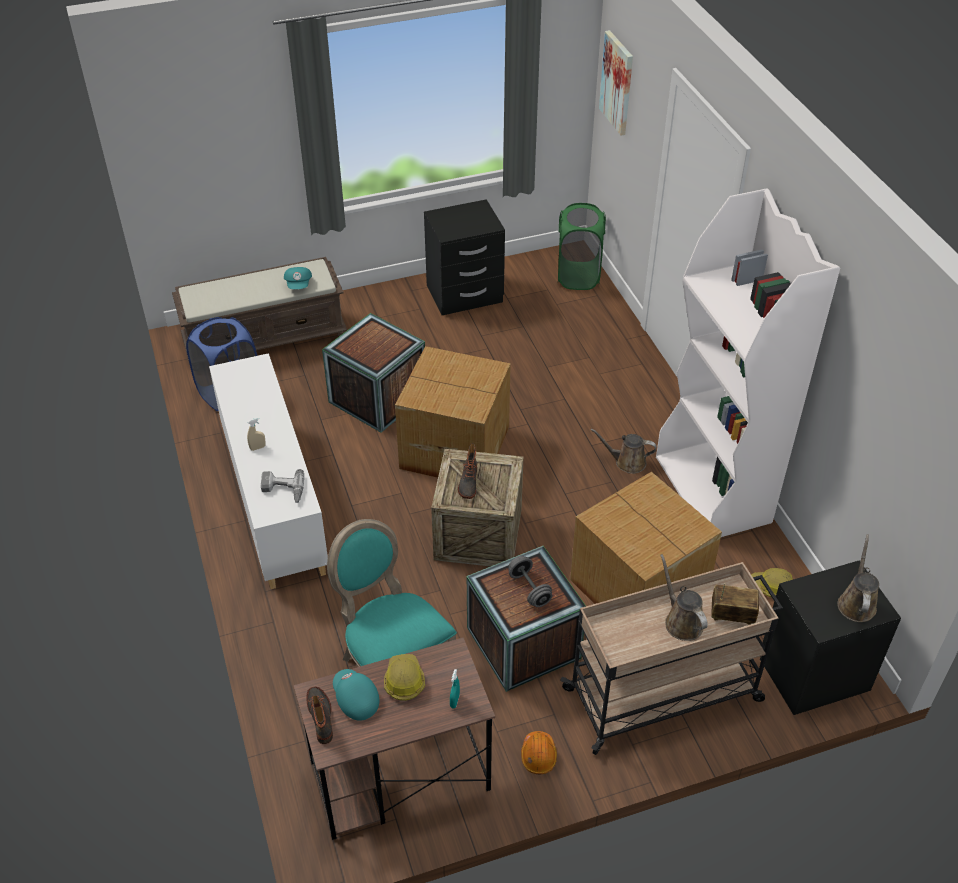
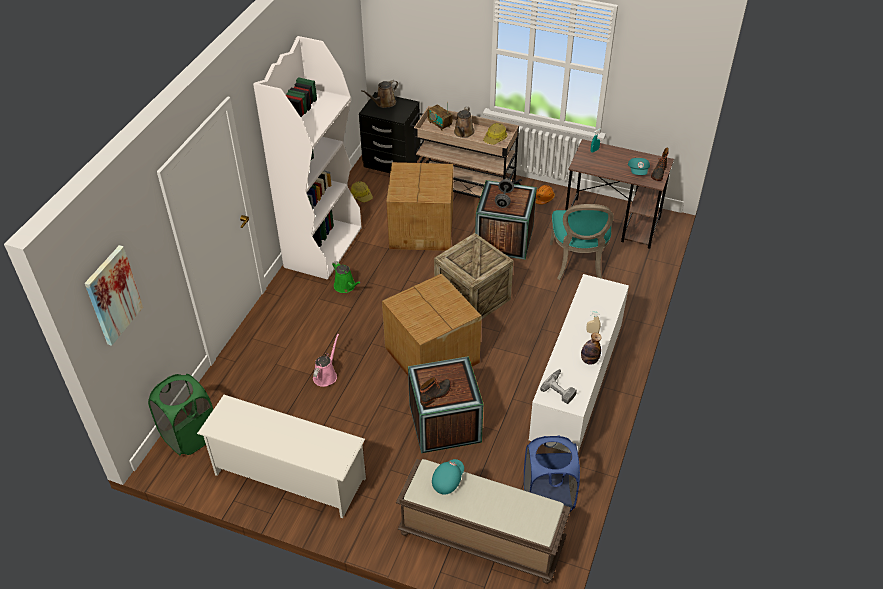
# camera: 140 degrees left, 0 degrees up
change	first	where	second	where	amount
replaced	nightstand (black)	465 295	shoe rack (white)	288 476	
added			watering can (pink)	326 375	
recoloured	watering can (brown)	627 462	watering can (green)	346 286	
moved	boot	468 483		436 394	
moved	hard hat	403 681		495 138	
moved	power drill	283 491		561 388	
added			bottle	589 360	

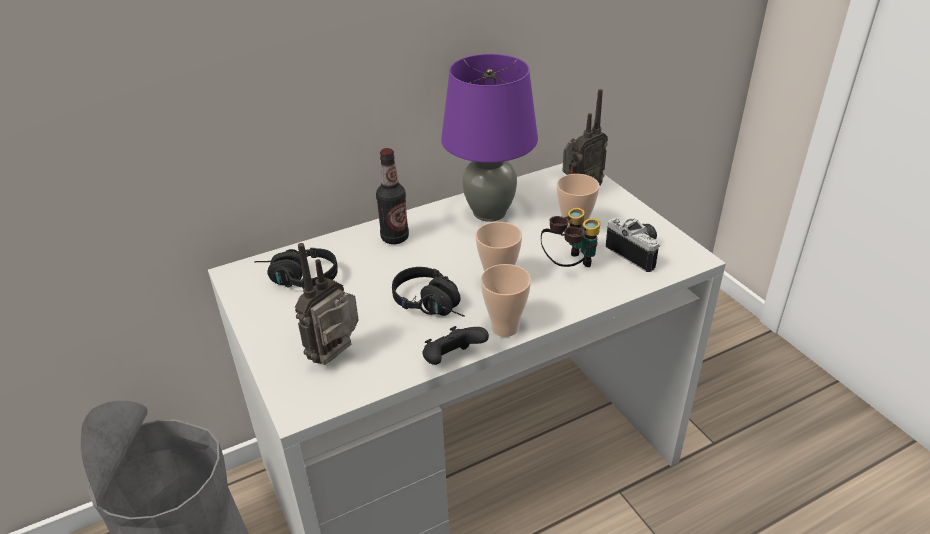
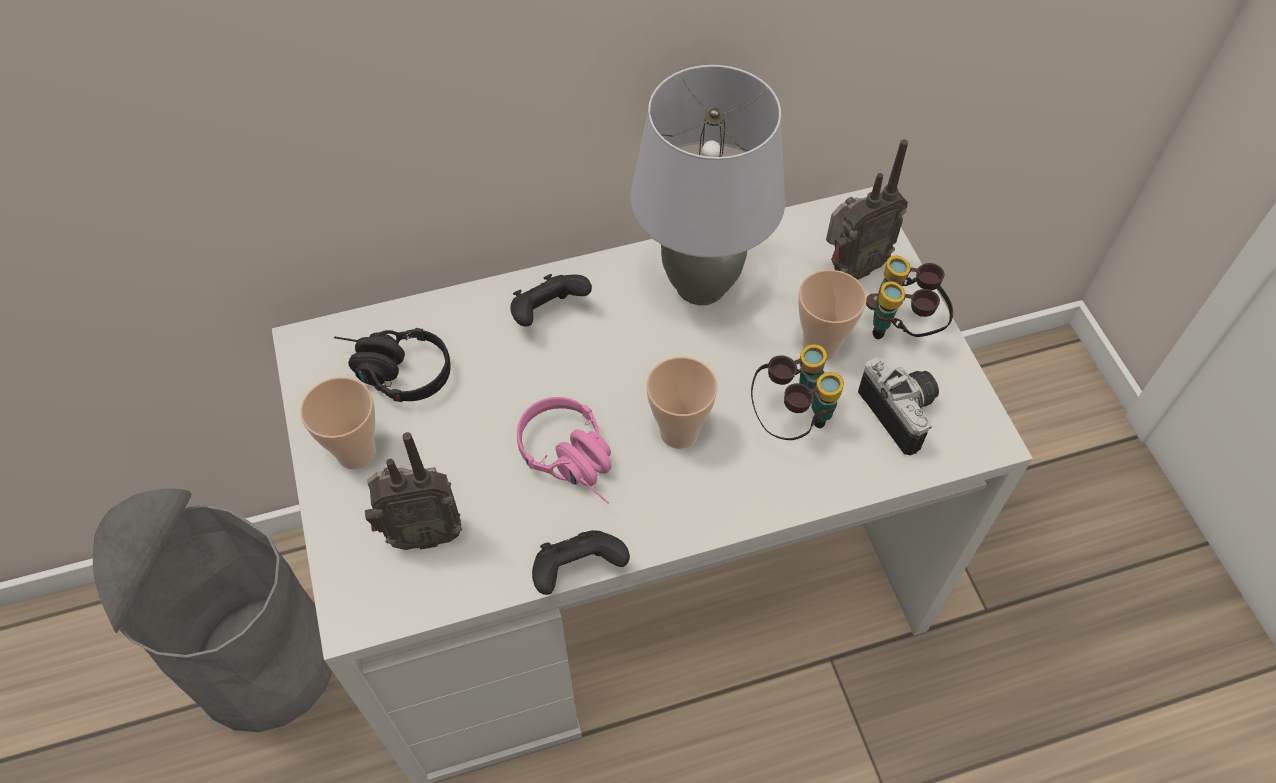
# camera: 10 degrees right, 20 degrees up
change	first	where	second	where	amount
moved	cup	505 327		356 452	
turned	radio	337 357		422 533	150 degrees counterclockwise
replaced	bottle	395 238	game controller (black)	548 314	
recoloured	headphones (black)	434 305	headphones (pink)	575 461	
recoloured	table lamp (purple)	489 213	table lamp (grey)	700 286	
added			binoculars	902 329	

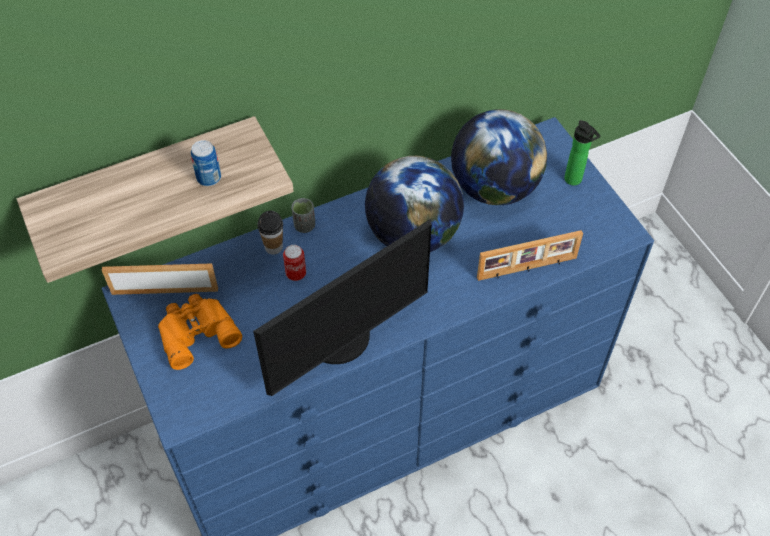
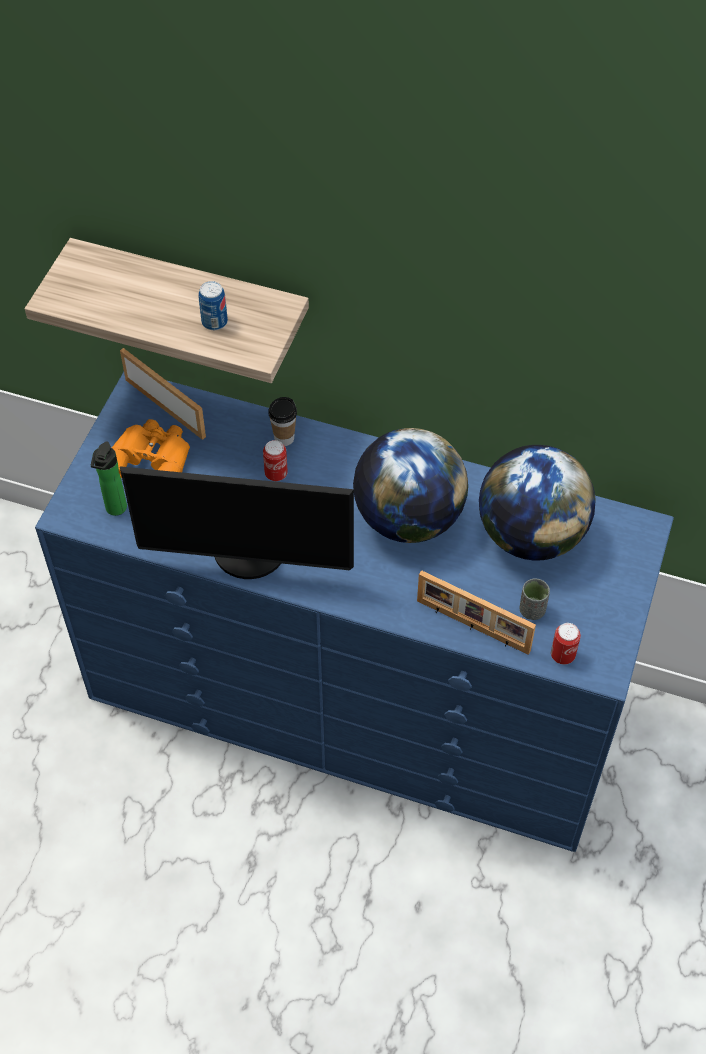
# camera: 45 degrees right, 0 degrees up
change	first	where	second	where	amount
moved	bottle	575 181		115 510	
moved	cup (grey)	304 225		532 610	
added			can	562 655	

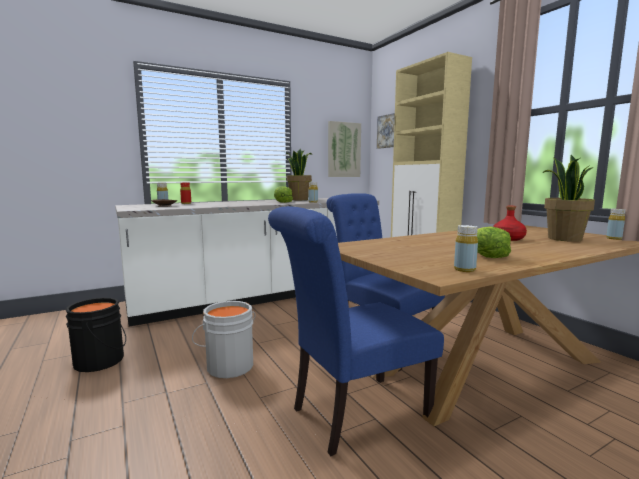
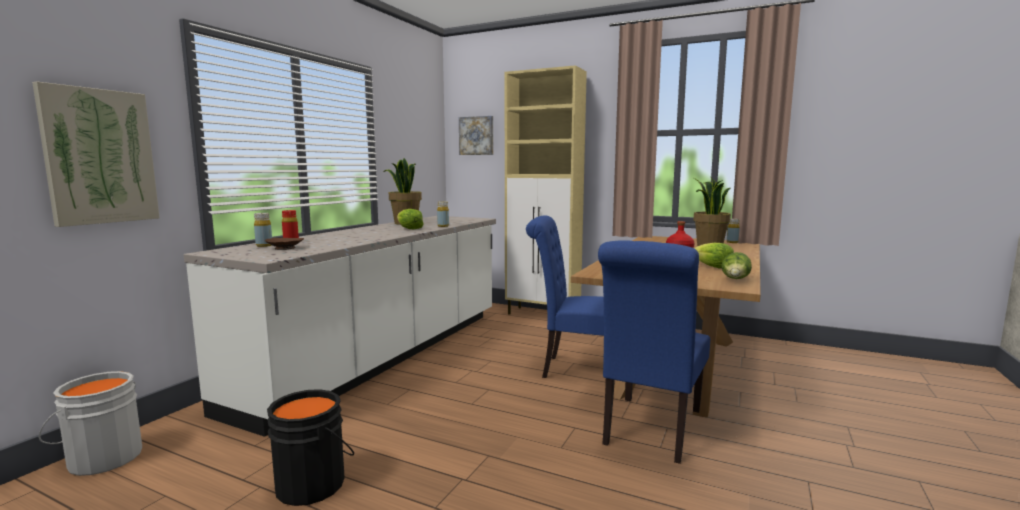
# camera: 35 degrees left, 0 degrees up
change	first	where	second	where	amount
moved	picture	343 150		99 156	
moved	bucket (grey)	229 365		103 458	
replaced	bottle (yellow)	464 269	lettuce	735 280	

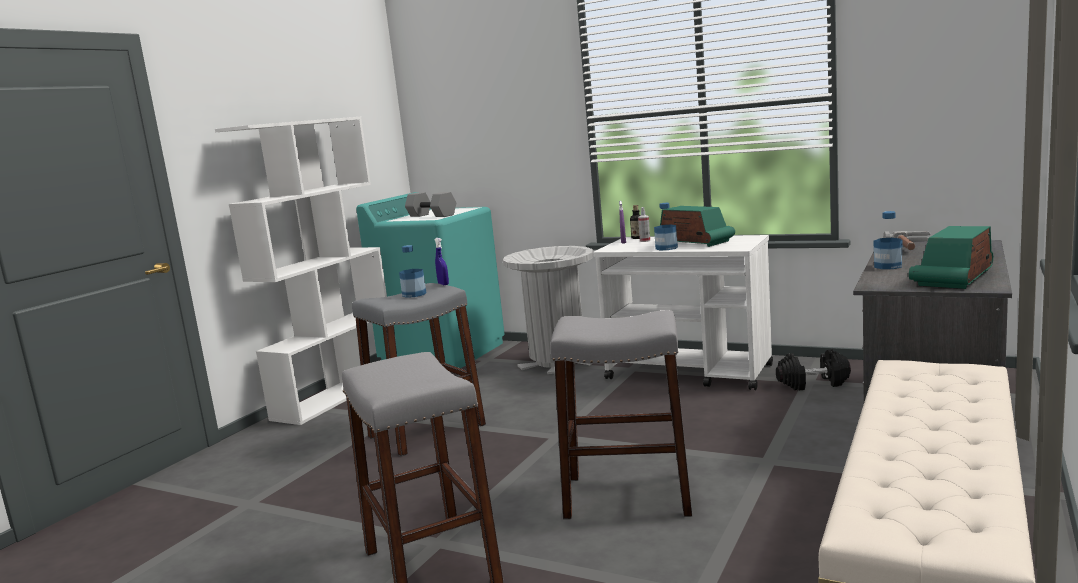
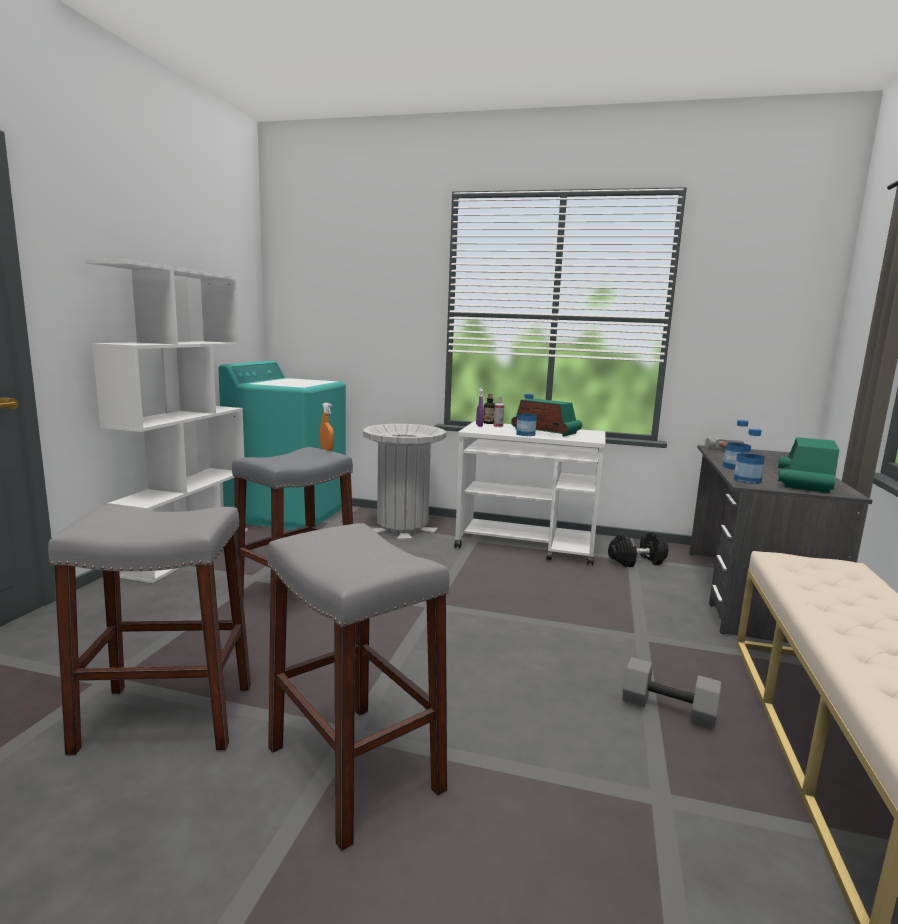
# camera: 15 degrees left, 0 degrees up
change	first	where	second	where	amount
moved	stool (grey)	628 495		167 717	
recoloured	spray bottle (blue)	443 284	spray bottle (orange)	327 449	
moved	dumbbell (grey)	432 215		669 708	
moved	bottle	414 294		747 480	

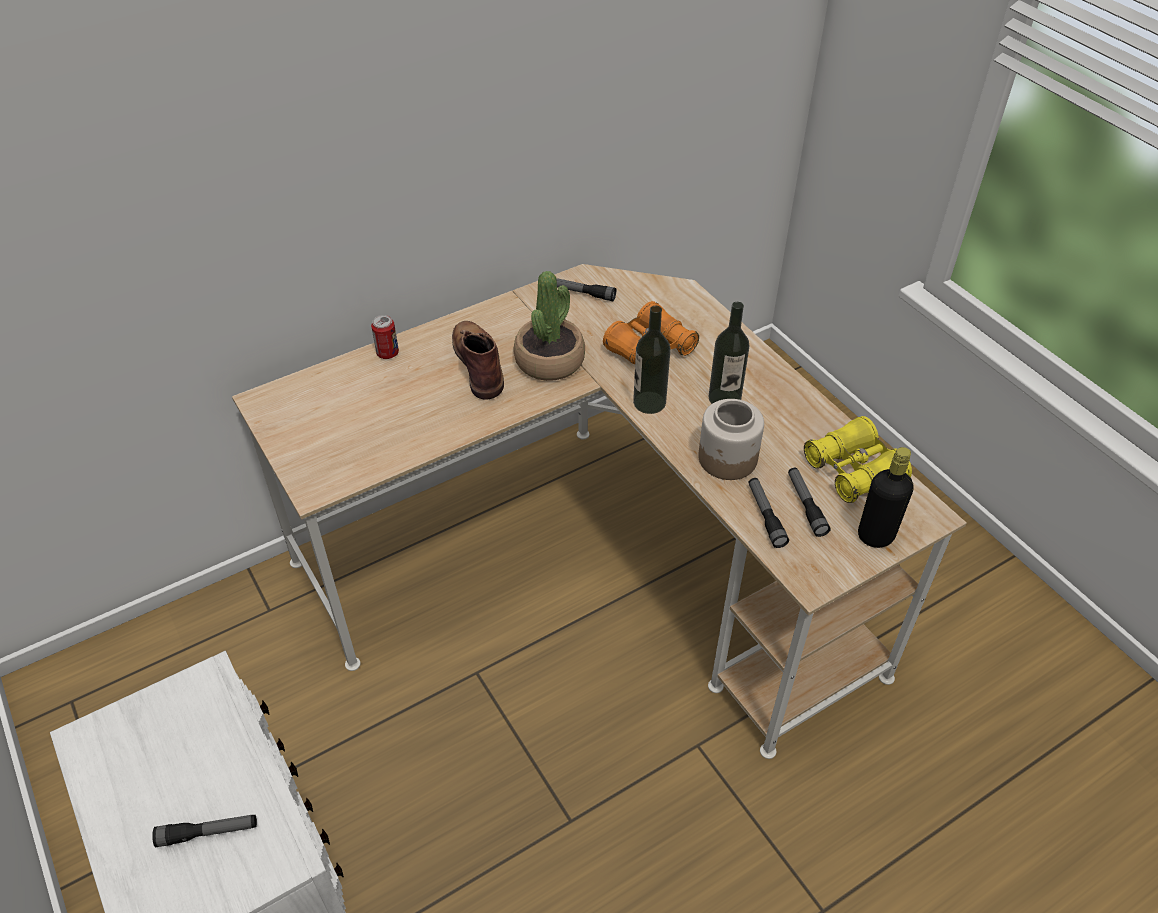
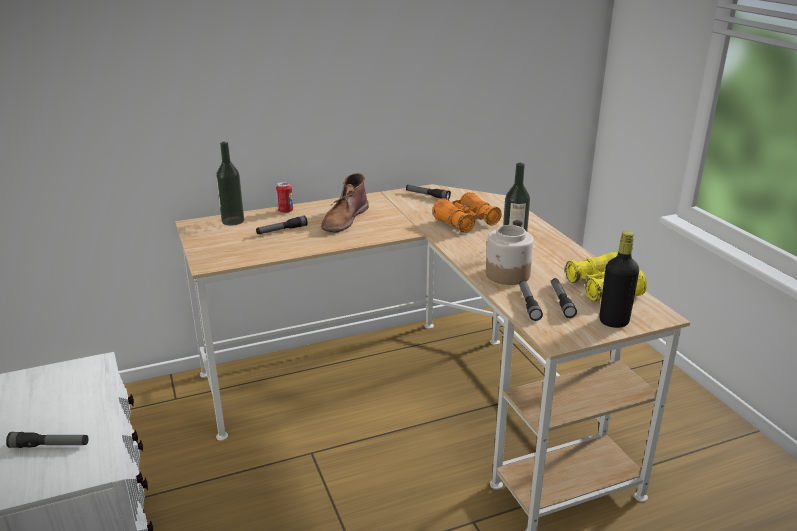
# camera: 10 degrees right, 20 degrees down
change	first	where	second	where	amount
moved	bottle	649 402		233 221	
added			flashlight	282 230	
turned	boot (brown)	478 362		344 219	150 degrees counterclockwise
removed	potted plant	549 360			

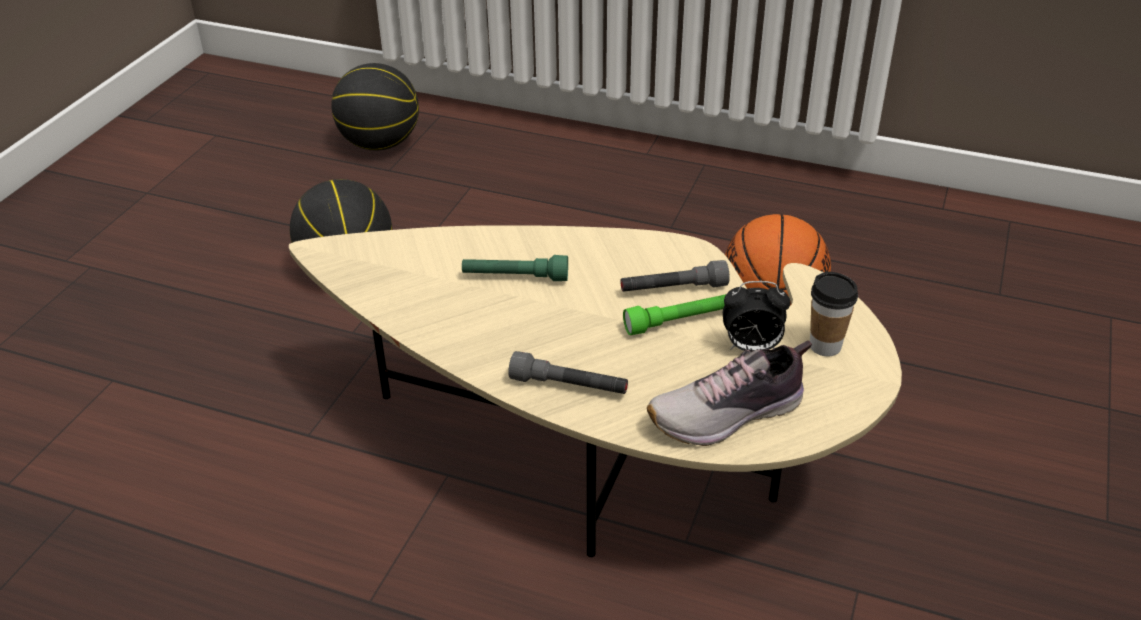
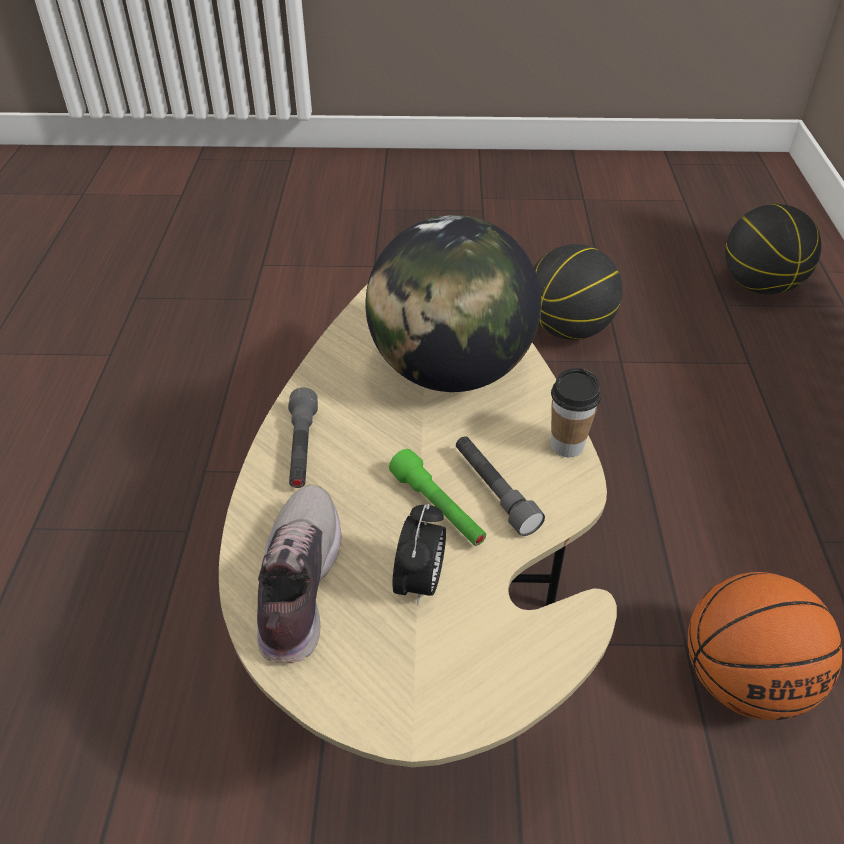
# camera: 70 degrees right, 5 degrees up
change	first	where	second	where	amount
turned	shoe	728 415		296 584	45 degrees clockwise
replaced	flashlight (green)	515 277	globe	450 371	
turned	alarm clock	751 348		420 583	150 degrees counterclockwise
moved	cup	825 346		567 445	

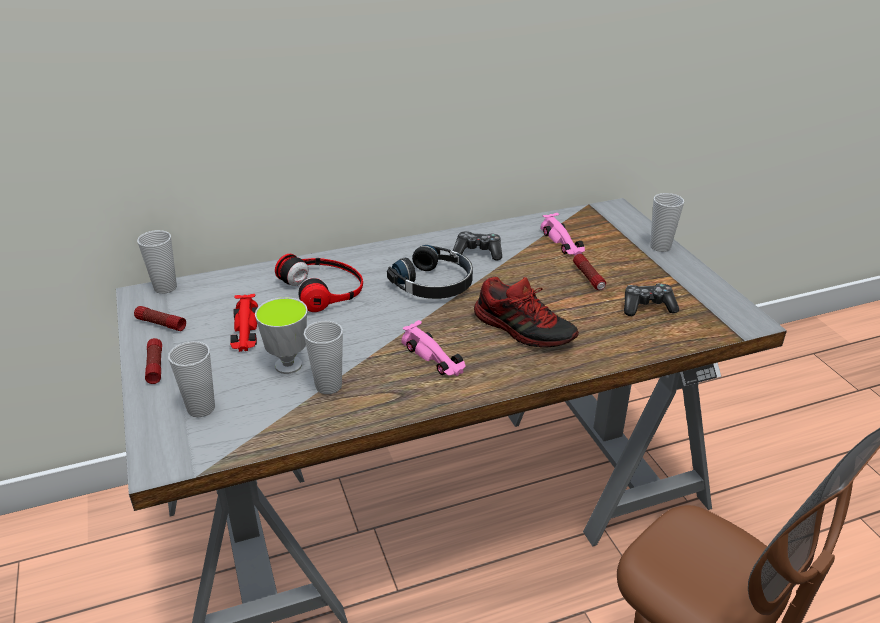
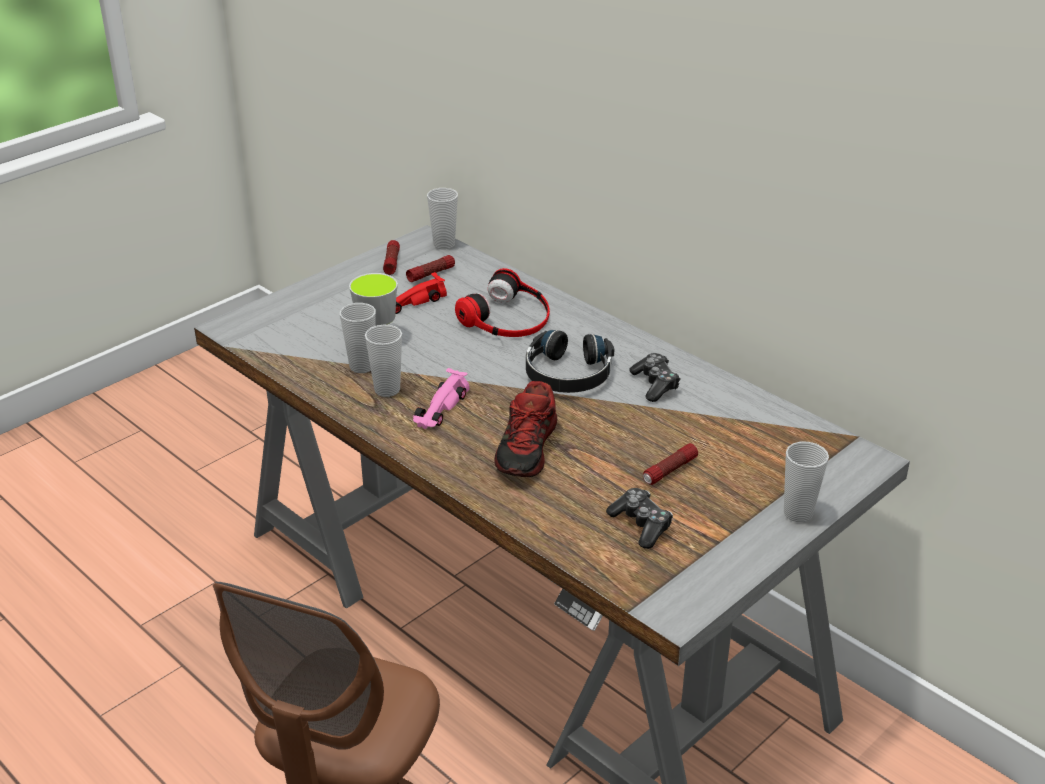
# camera: 65 degrees right, 0 degrees up
change	first	where	second	where	amount
moved	cup	201 408		387 390	
moved	flashlight	155 366		431 274	
removed	toy car (pink)	562 242			

